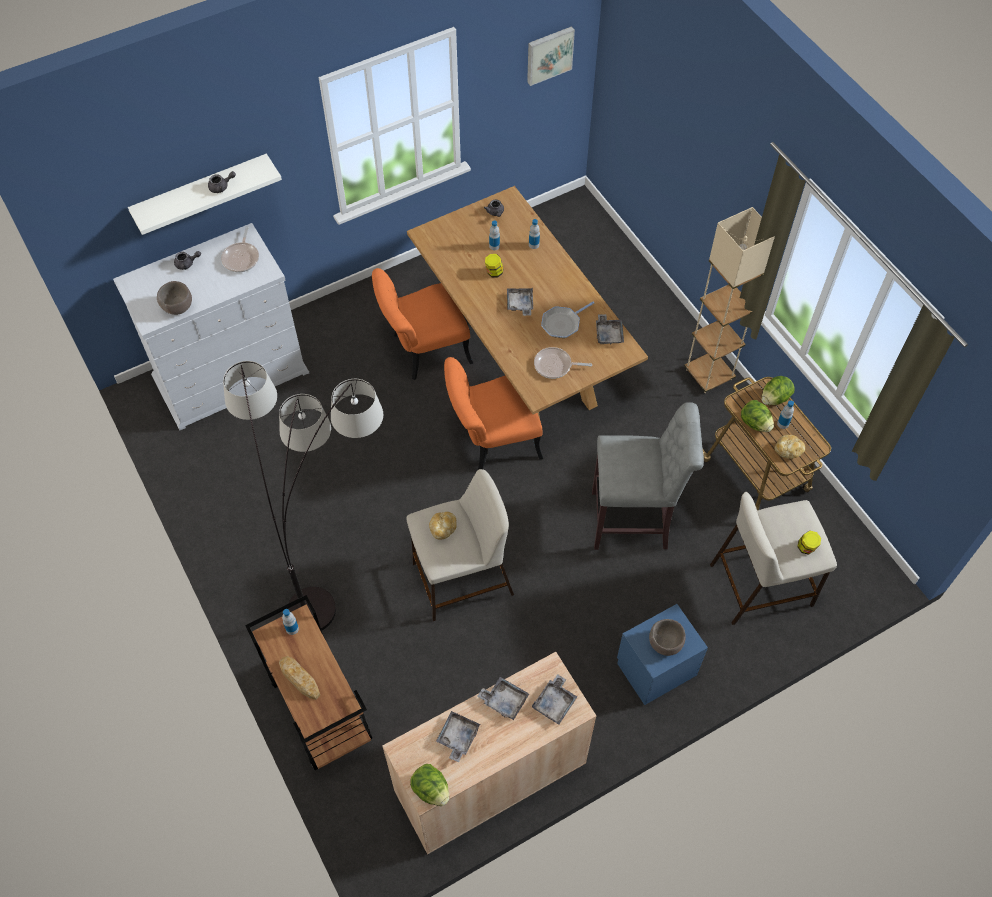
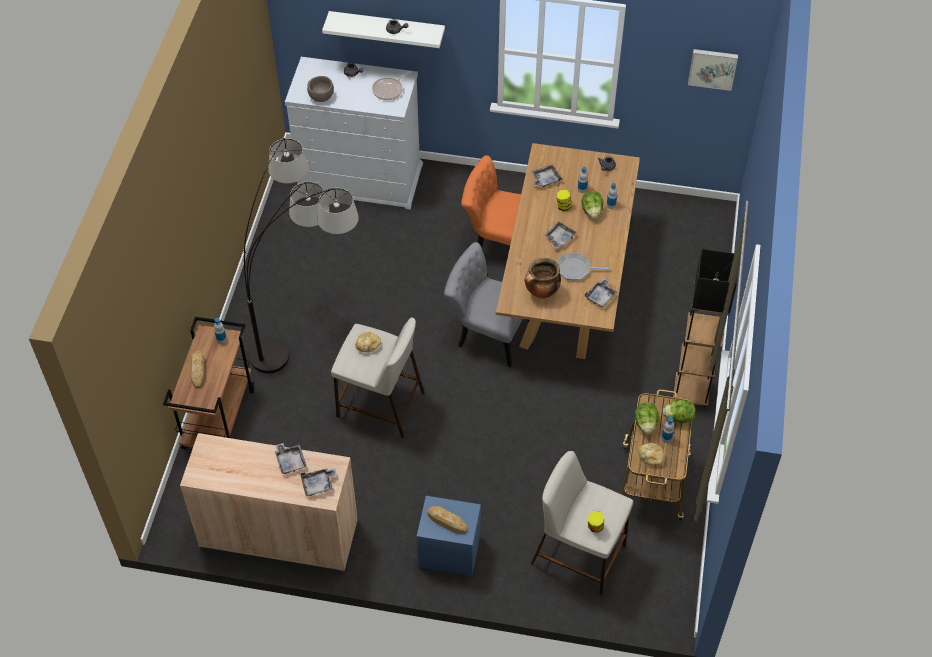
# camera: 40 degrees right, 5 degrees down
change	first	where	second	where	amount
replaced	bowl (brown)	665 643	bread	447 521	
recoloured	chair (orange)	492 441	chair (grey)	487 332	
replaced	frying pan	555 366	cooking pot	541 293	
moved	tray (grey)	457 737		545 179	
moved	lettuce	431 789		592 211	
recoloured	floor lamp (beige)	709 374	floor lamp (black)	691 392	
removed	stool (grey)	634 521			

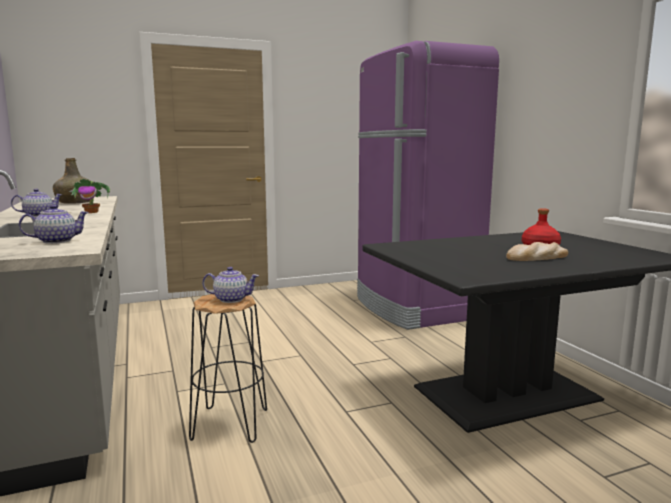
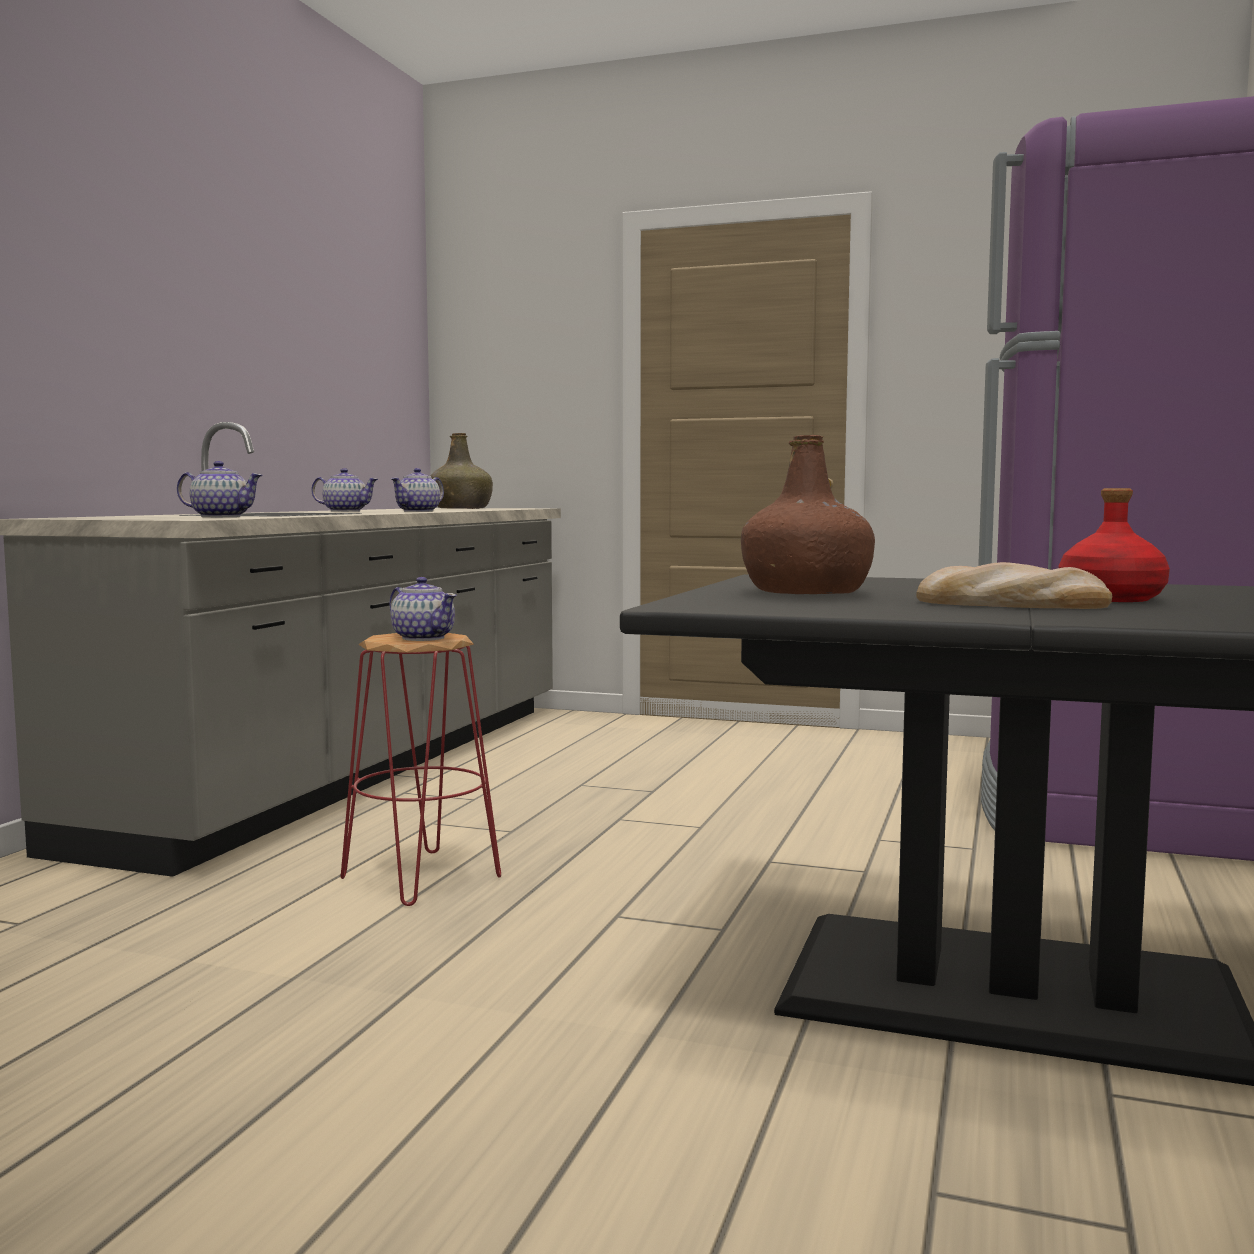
# camera: 40 degrees right, 5 degrees down
change	first	where	second	where	amount
recoloured	stool (black)	230 424	stool (red)	422 877	
replaced	potted plant	92 212	teapot	419 511	
added			bottle (brown)	807 593	

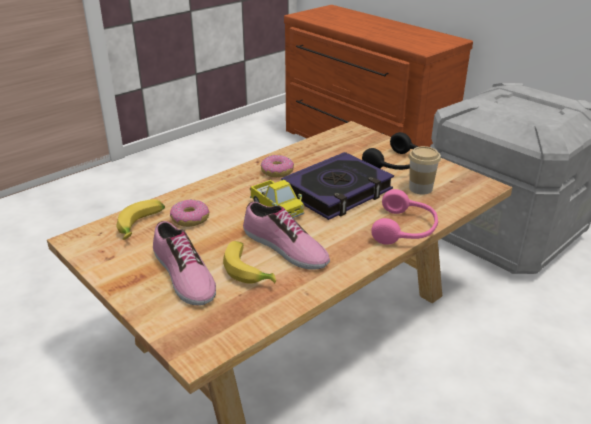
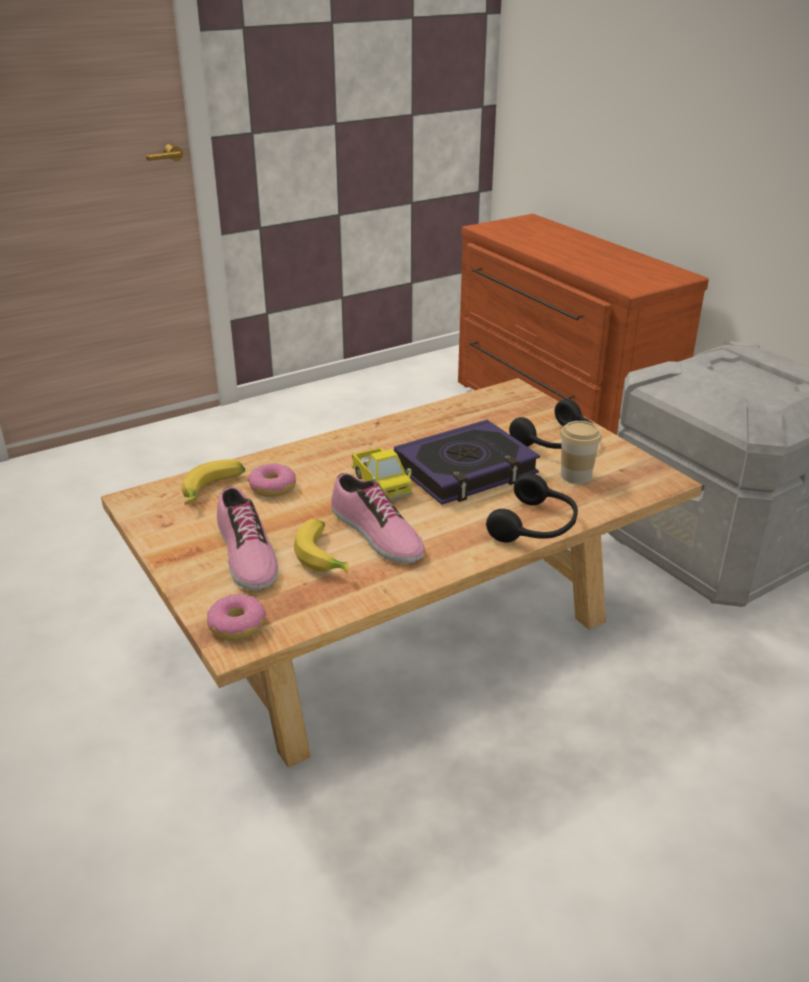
# camera: 10 degrees right, 0 degrees up
change	first	where	second	where	amount
moved	donut	277 172		237 625	
recoloured	headphones (pink)	405 229	headphones (black)	536 526	

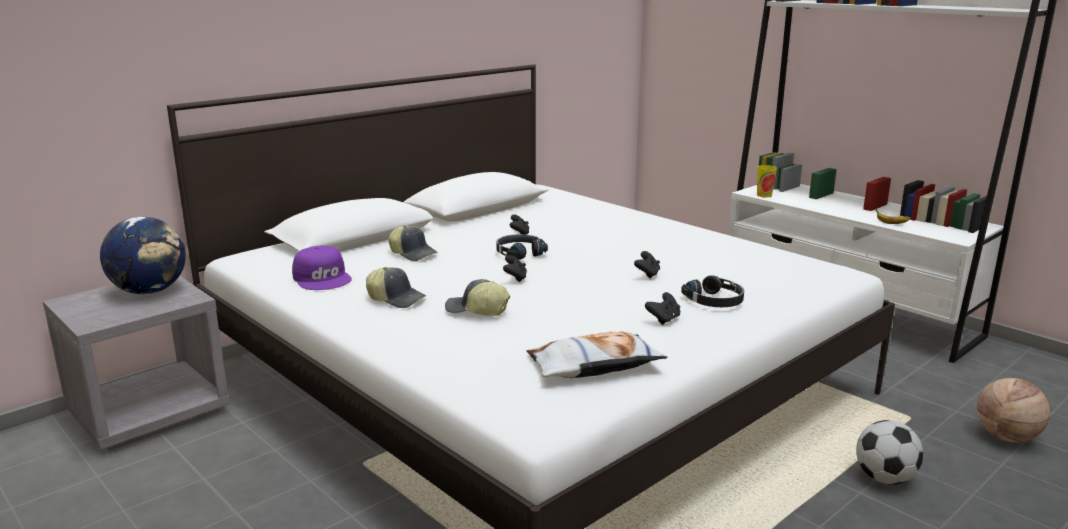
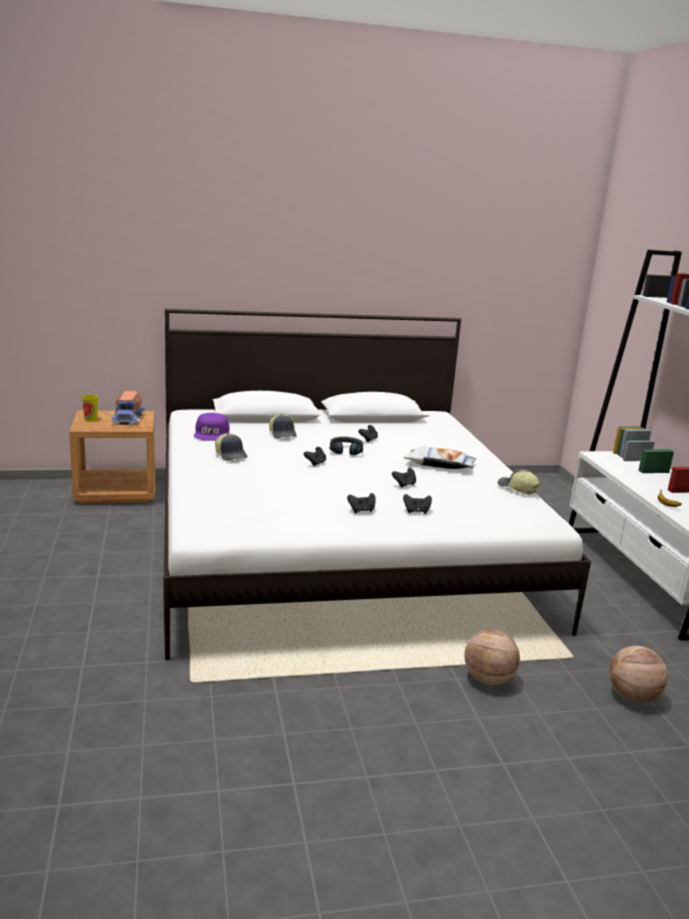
# camera: 30 degrees right, 0 degrees up
change	first	where	second	where	amount
recoloured	nightstand (grey)	150 412	nightstand (brown)	116 492	
moved	cup	764 195		91 419	
replaced	globe	150 291	toy truck	128 418	
moved	pillow	594 366		439 464	
replaced	headphones (black)	715 301	game controller (black)	416 511	
replaced	football	884 478	basketball	488 679	
moved	cap	476 311		517 489	

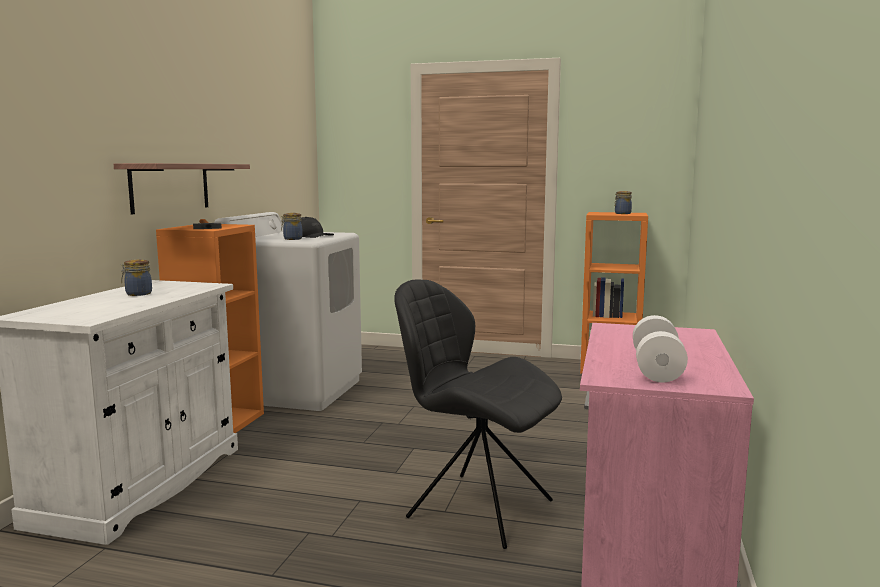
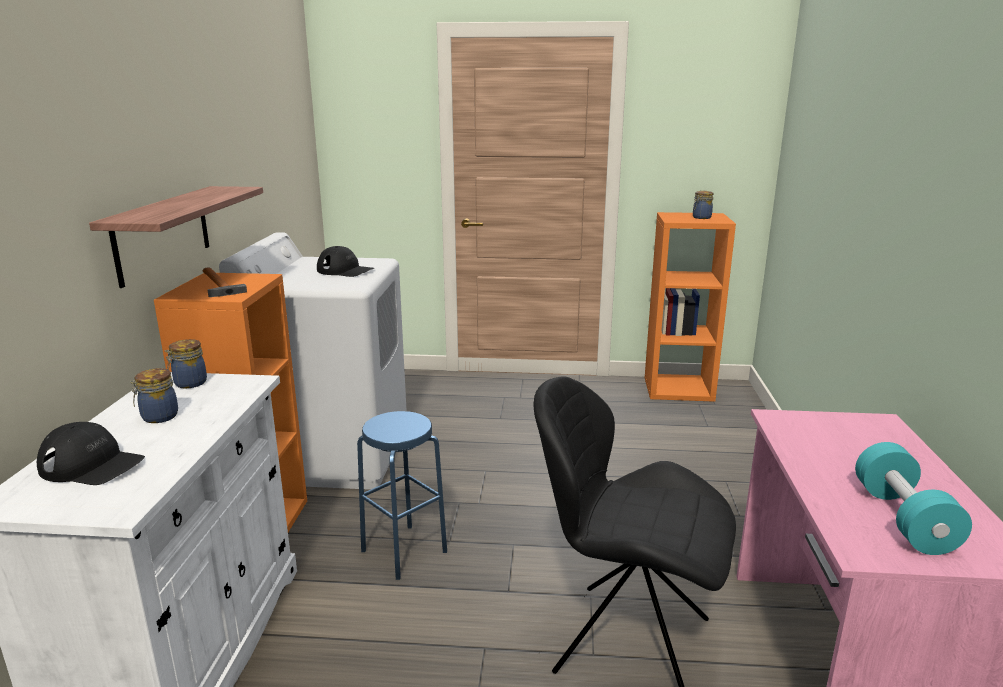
# camera: 10 degrees left, 10 degrees up
change	first	where	second	where	amount
added			cap (black)	92 465	
moved	jar	292 239		189 383	
added			stool (blue)	404 551	
recoloured	dumbbell (white)	656 368	dumbbell (turquoise)	903 519	

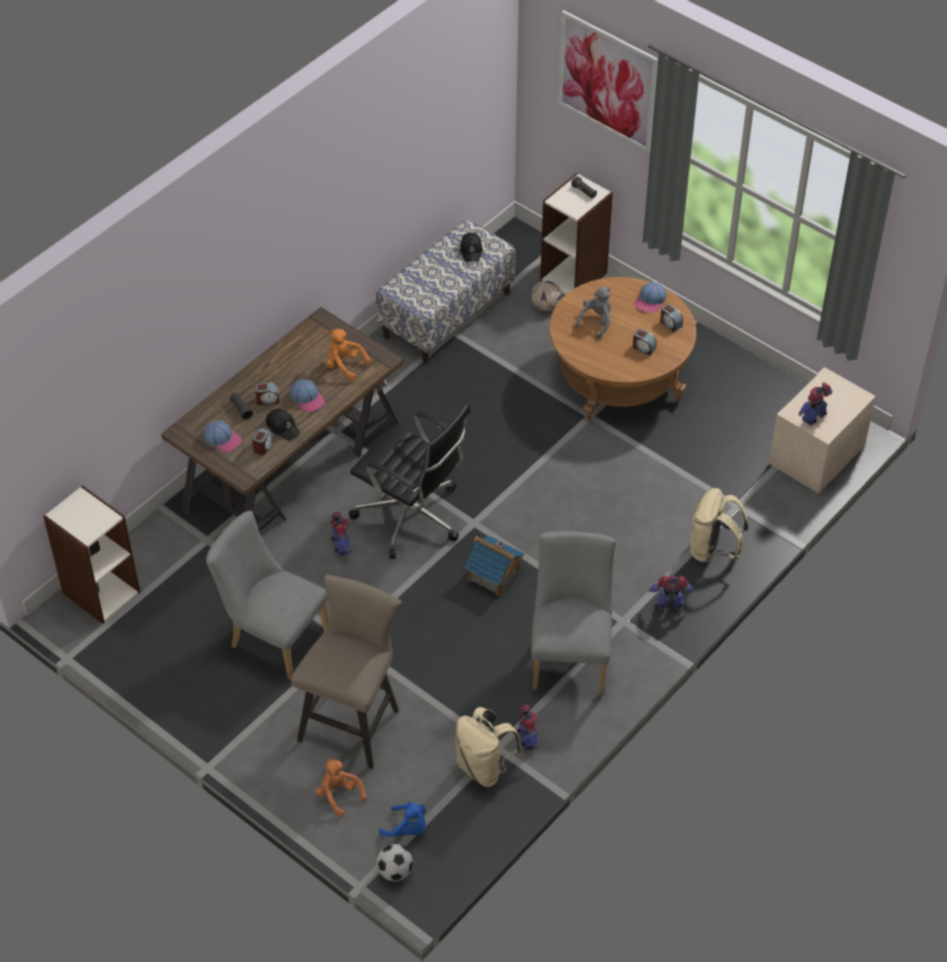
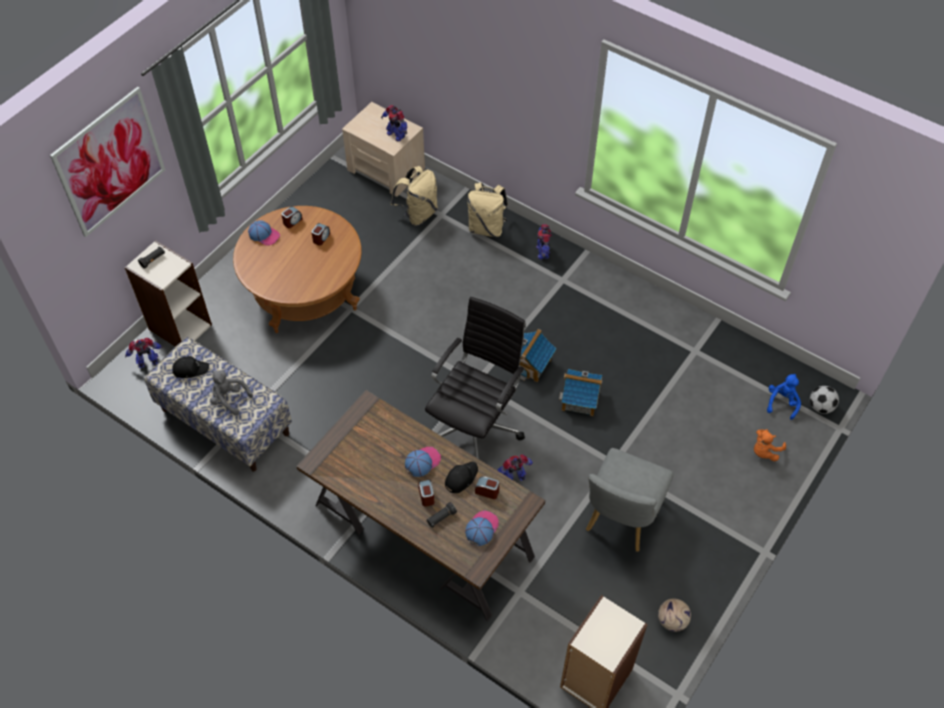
# camera: 95 degrees left, 5 degrees up
change	first	where	second	where	amount
moved	toy robot	527 740		148 362	
moved	plush toy (grey)	596 322		229 399	
moved	backpack (beige)	484 767		418 214	
added			toy house	580 400	
moved	football	546 306		672 620	
removed	stool (beige)	353 721			
removed	plush toy (orange)	344 365			
removed	chair (grey)	570 655			

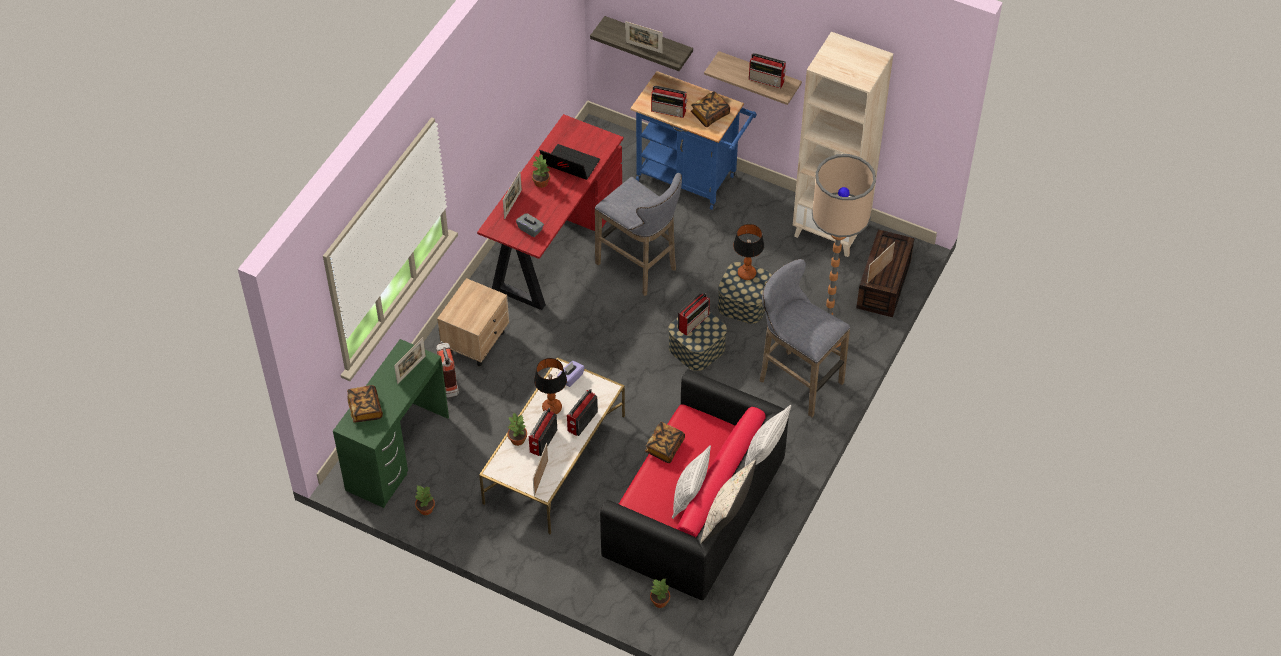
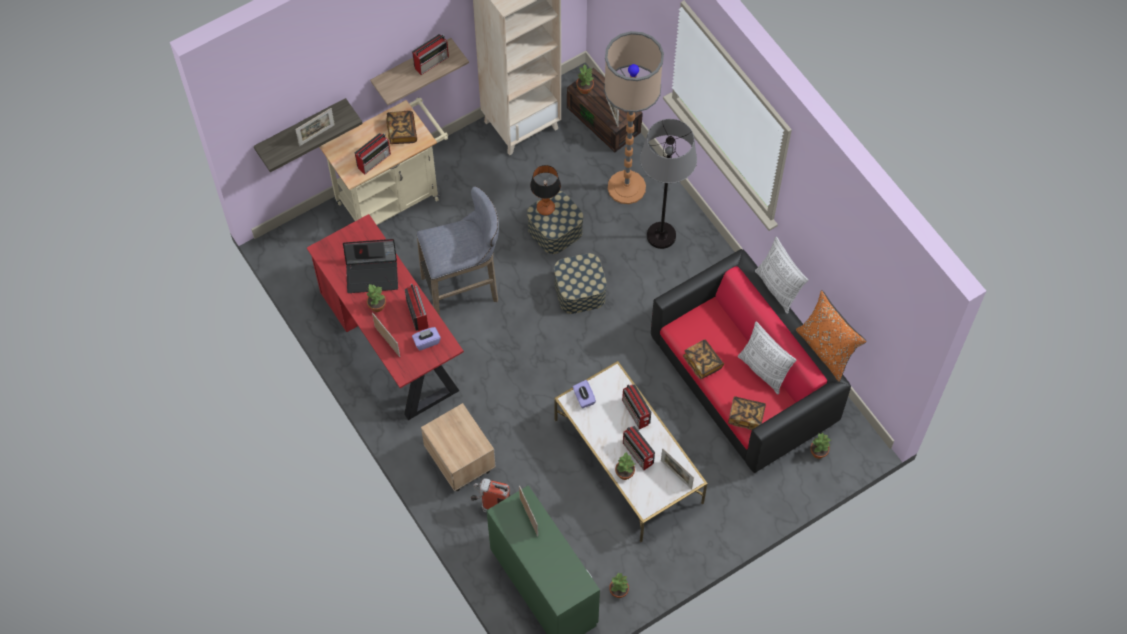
# camera: 60 degrees left, 10 degrees up
change	first	where	second	where	amount
recoloured	cart (blue)	692 179	cart (beige)	393 197	
turned	laptop	569 165		373 273	150 degrees counterclockwise
moved	radio	694 321		417 313	
recoloured	tissue box (grey)	530 229	tissue box (purple)	426 342	
added			potted plant	585 89	
replaced	stool (grey)	796 380	floor lamp (grey)	661 235	
moved	book	365 409		746 416	
recoloured	pillow (beige)	727 519	pillow (orange)	826 349	
removed	table lamp	552 408			

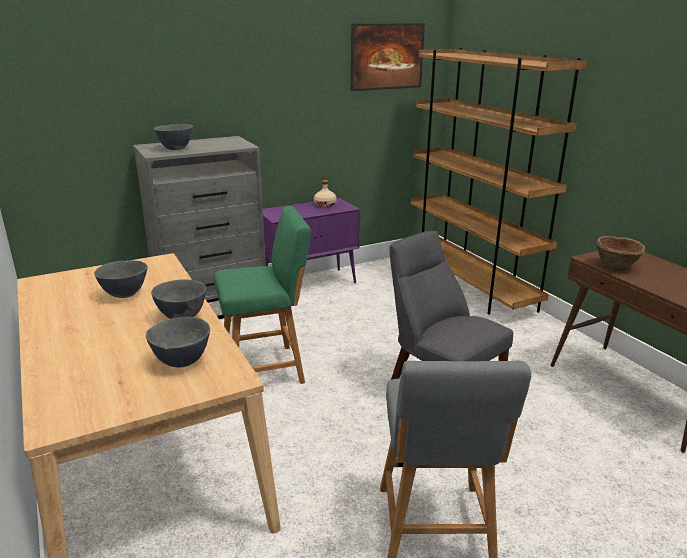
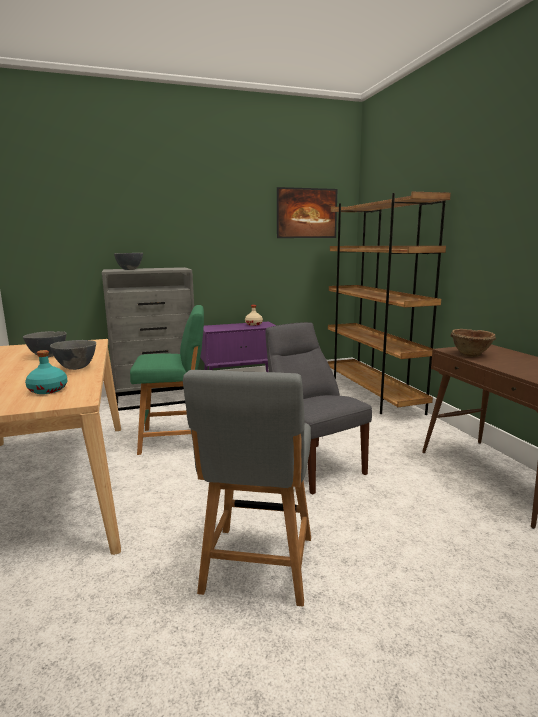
# camera: 10 degrees right, 10 degrees down
change	first	where	second	where	amount
replaced	bowl (grey)	182 362	bottle (turquoise)	48 390	

